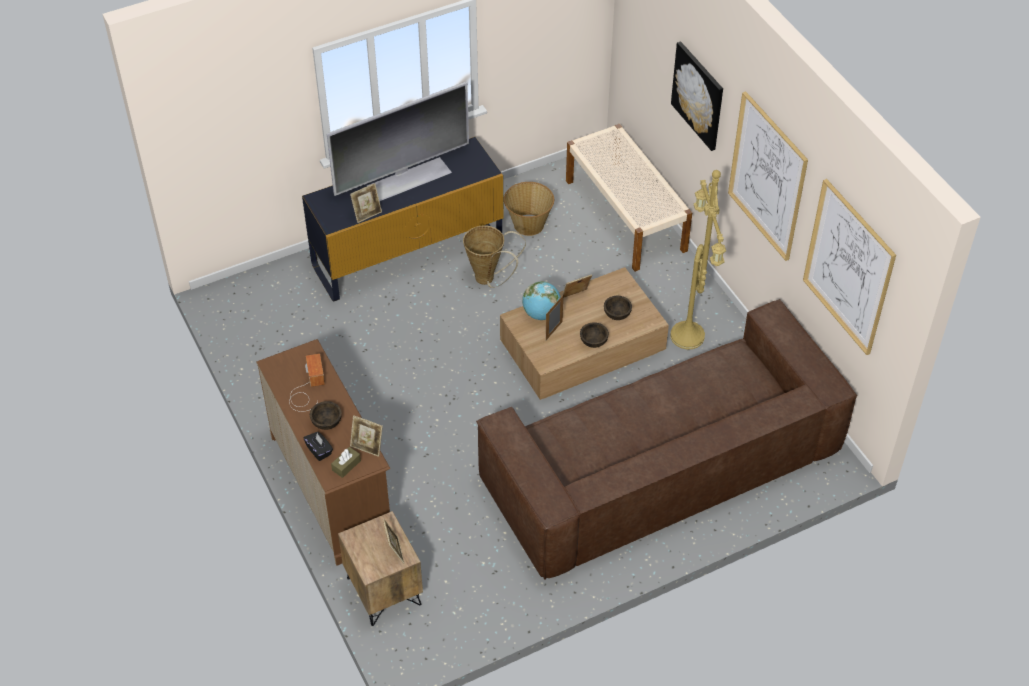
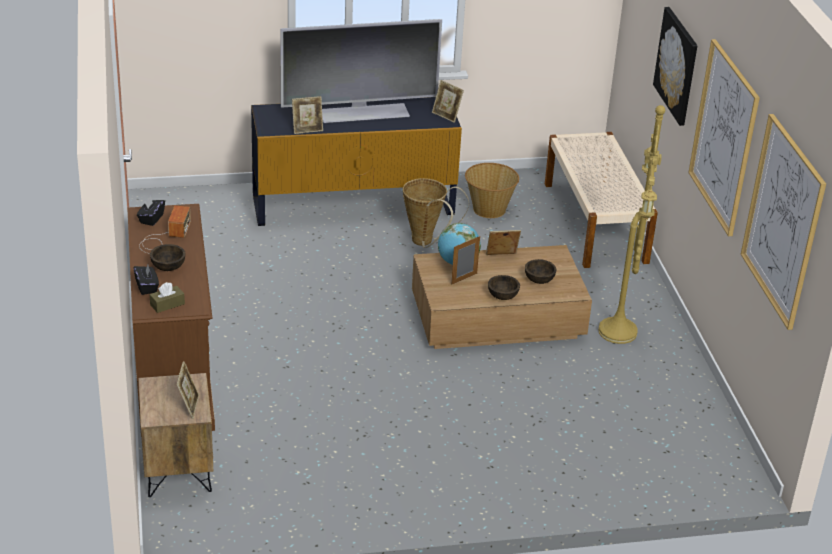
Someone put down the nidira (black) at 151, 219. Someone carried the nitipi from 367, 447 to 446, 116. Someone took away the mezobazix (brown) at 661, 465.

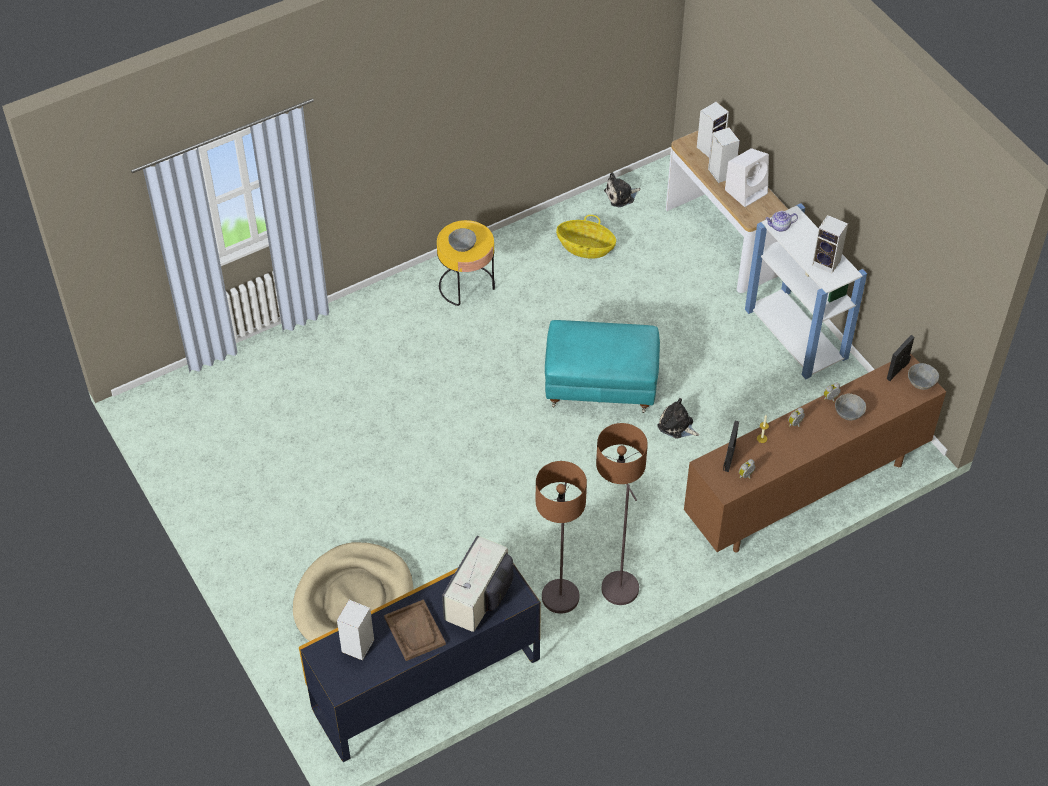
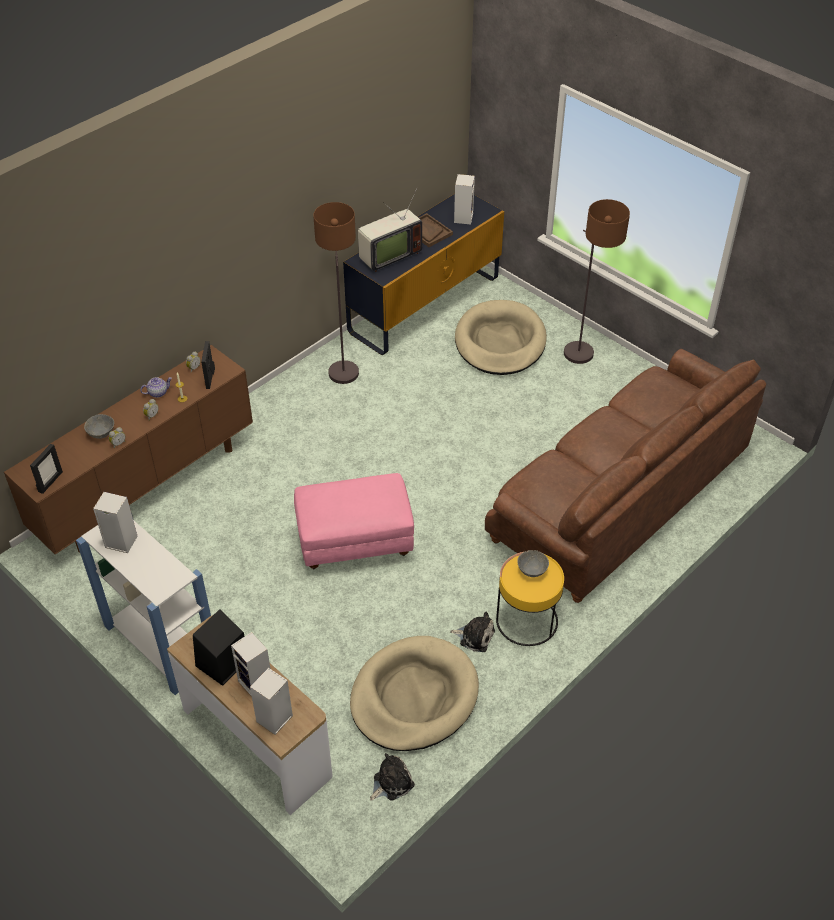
Someone carried the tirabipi from 780, 226 to 158, 392. Someone repainted the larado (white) at 746, 191, which became the larado (black) at 221, 664. Someone repainted the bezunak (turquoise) at 601, 386, which became the bezunak (pink) at 355, 544. Someone swapped the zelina at 585, 248 for the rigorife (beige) at 414, 697. Someone rotated the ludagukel at 480, 599 by 45 degrees clockwise. Someone carried the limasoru from 677, 426 to 475, 636. Someone put down the mezobazix (brown) at 619, 496. Someone carried the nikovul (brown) from 615, 580 to 584, 358. Someone took away the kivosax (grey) at 921, 383.

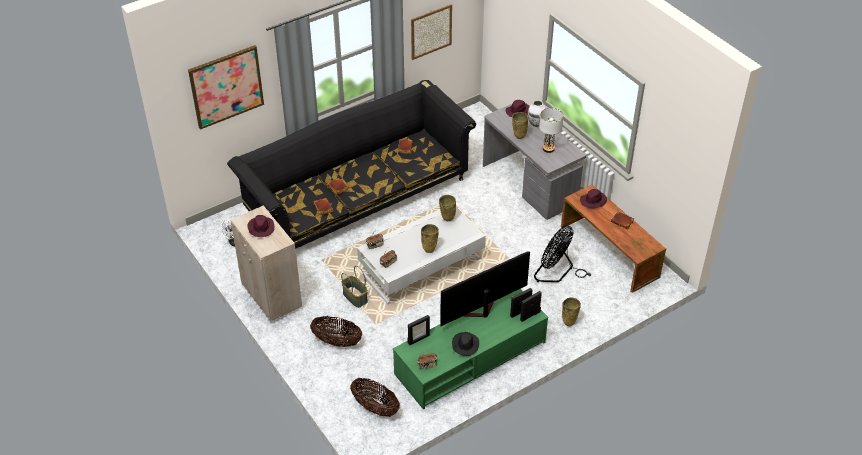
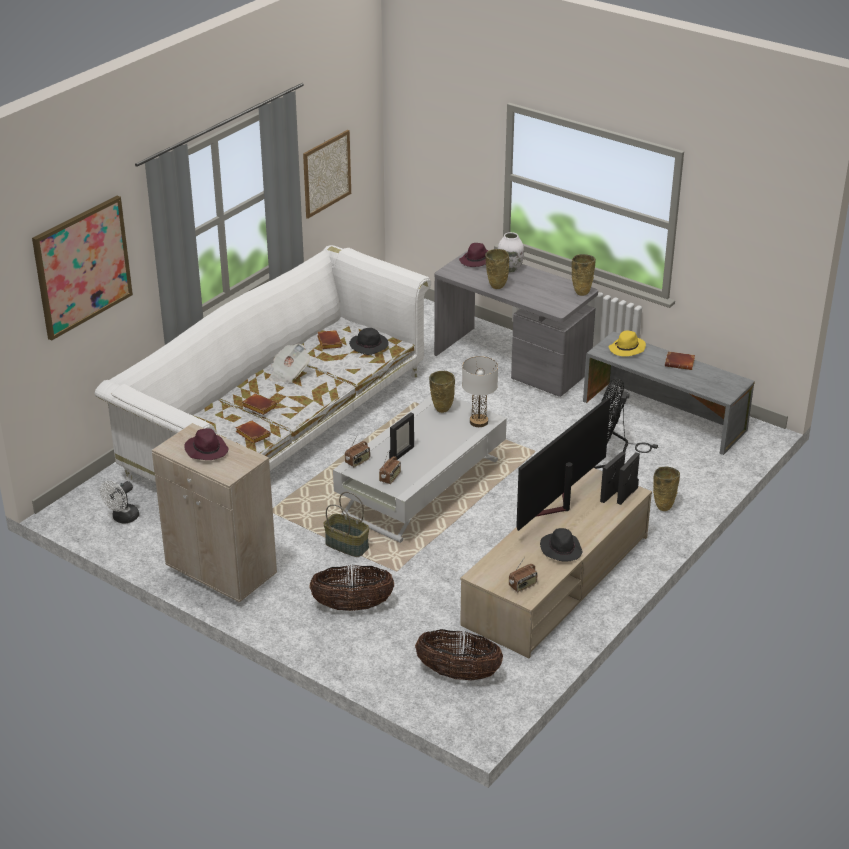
Someone repainted the mezobazix (black) at 357, 196, which became the mezobazix (white) at 278, 424. Someone put down the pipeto at 288, 373. Someone put down the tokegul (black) at 369, 346. Someone carried the nitipi from 418, 339 to 401, 453. Someone repainted the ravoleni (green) at 470, 358, which became the ravoleni (beige) at 556, 580. Someone carried the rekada from 548, 148 to 479, 422. Someone carried the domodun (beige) from 429, 249 to 581, 292. Someone repainted the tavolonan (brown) at 610, 251, which became the tavolonan (grey) at 665, 415. Someone repainted the tokegul (purple) at 593, 201, which became the tokegul (yellow) at 627, 349.

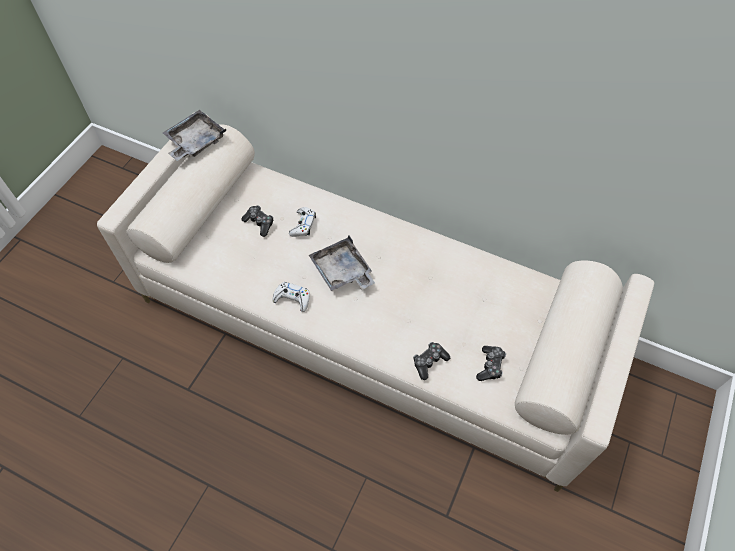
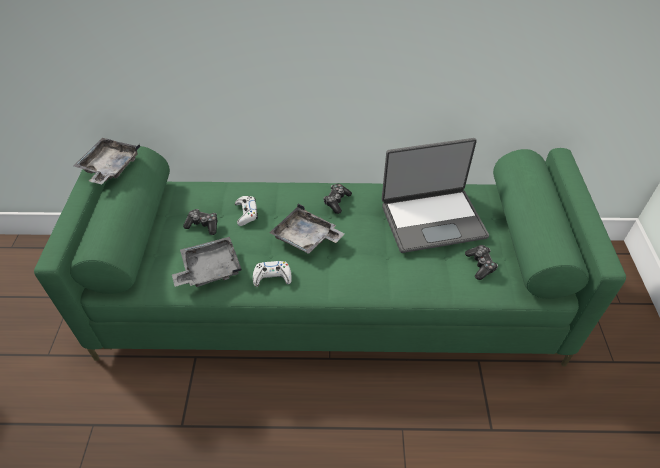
Someone repainted the mezobazix (beige) at 369, 327, which became the mezobazix (green) at 331, 298. Someone put down the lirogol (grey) at 209, 269. Someone carried the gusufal from 429, 362 to 336, 201. Someone put down the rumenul at 432, 219.

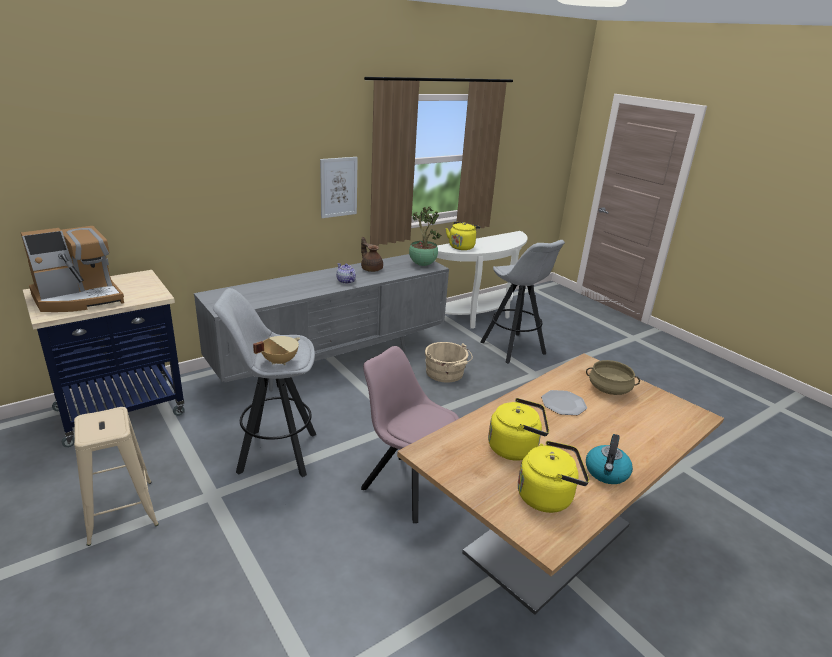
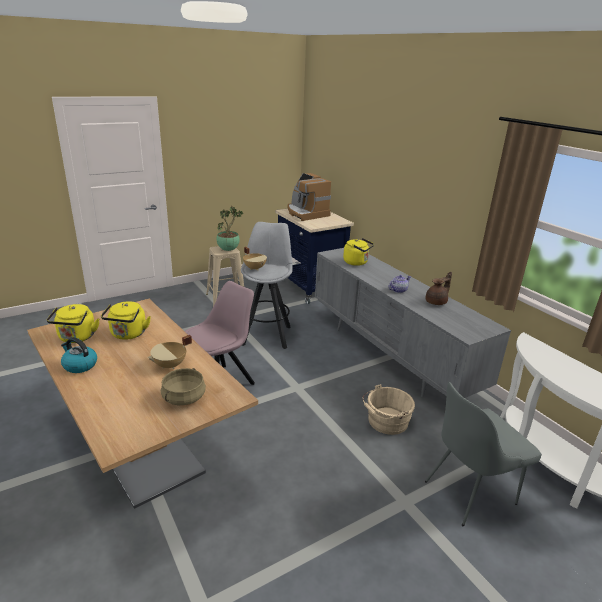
Someone swapped the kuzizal at 563, 404 for the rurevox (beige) at 170, 365. Someone carried the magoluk from 422, 264 to 228, 250. Someone carried the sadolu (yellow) from 462, 246 to 357, 262. Someone swapped the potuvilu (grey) at 513, 349 for the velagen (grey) at 469, 493. Someone took away the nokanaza at 338, 187.

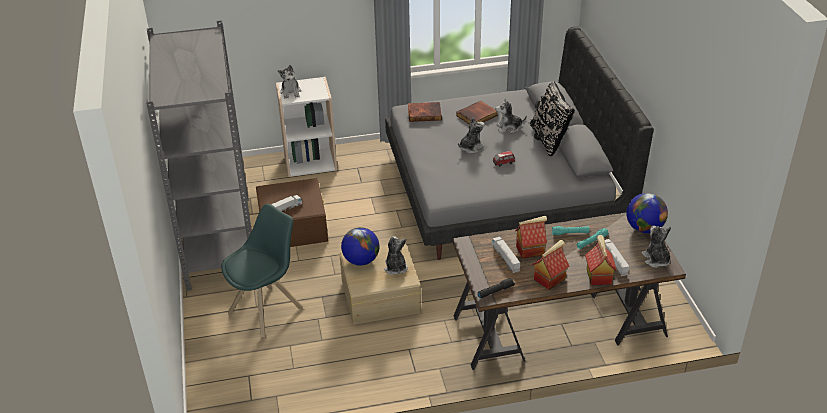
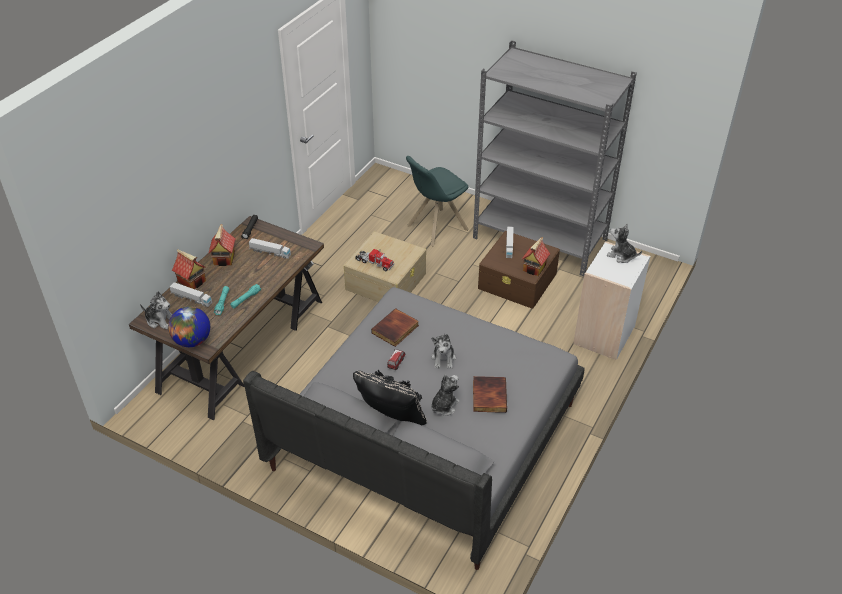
Someone swapped the limasoru at 395, 268 for the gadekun at 374, 263. Someone carried the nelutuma from 424, 113 to 395, 330. Someone rotated the velagen (turquoise) at 266, 310 by 60 degrees clockwise. Someone carried the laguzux from 530, 250 to 534, 268. Someone took away the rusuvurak at 361, 260.

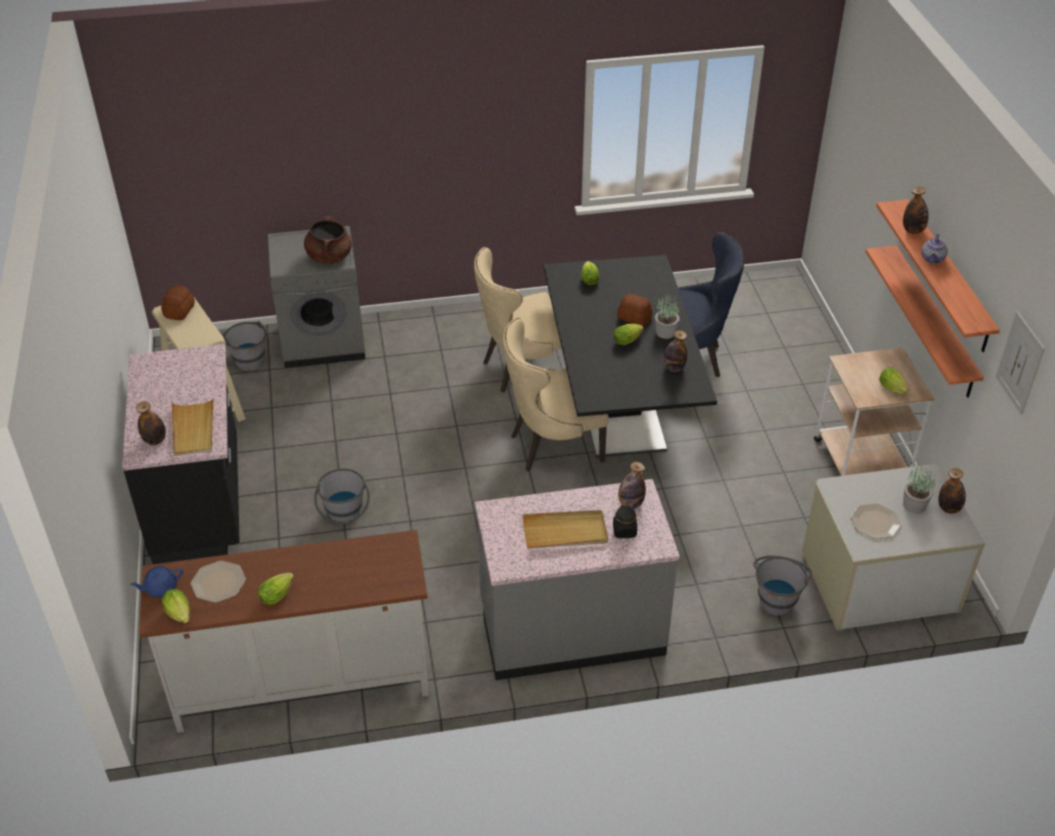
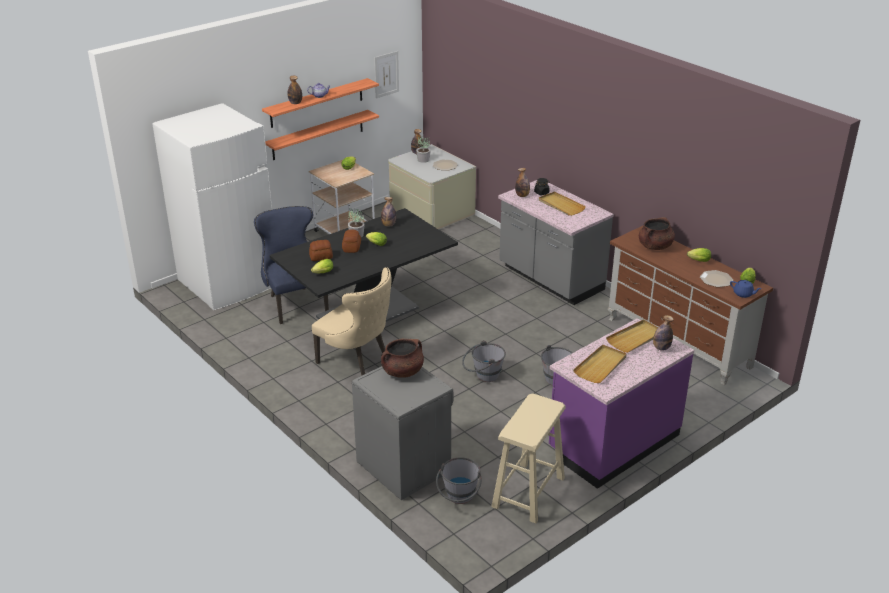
Someone put down the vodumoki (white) at 229, 282. Someone carried the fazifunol from 180, 310 to 320, 257. Someone carried the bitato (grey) from 777, 597 to 483, 376. Someone repainted the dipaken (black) at 200, 502, which became the dipaken (purple) at 613, 443. Someone put down the lirogol (beige) at 600, 366. Someone put down the rurevox (brown) at 655, 246. Someone took away the velagen (beige) at 552, 446.

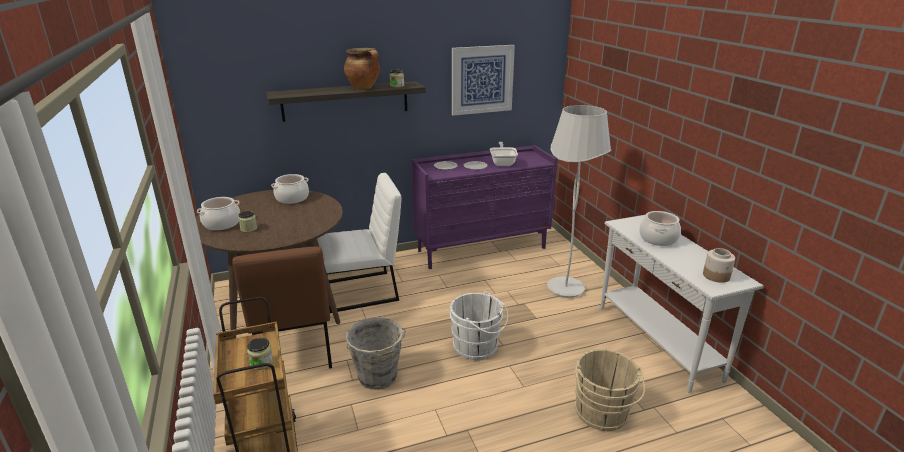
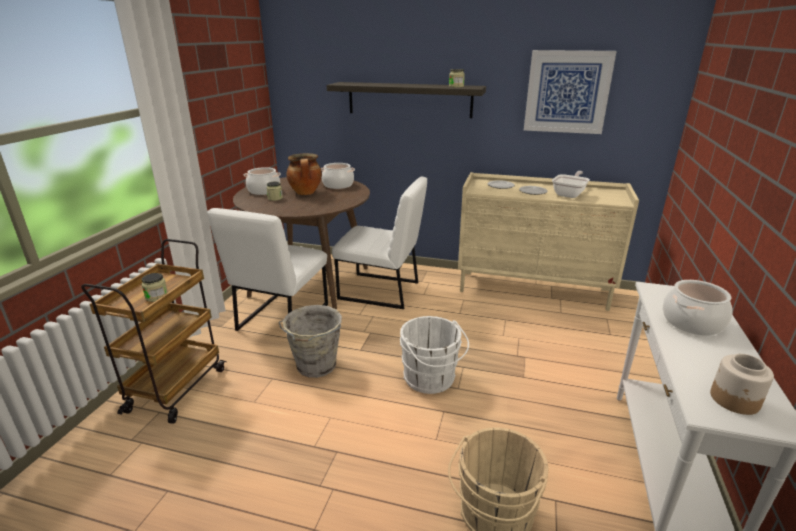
Someone repainted the velagen (brown) at 295, 350, which became the velagen (white) at 281, 318. Someone carried the rurevox from 364, 88 to 306, 193. Someone repainted the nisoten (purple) at 482, 249, which became the nisoten (beige) at 533, 290. Someone took away the nikovul (white) at 565, 288.

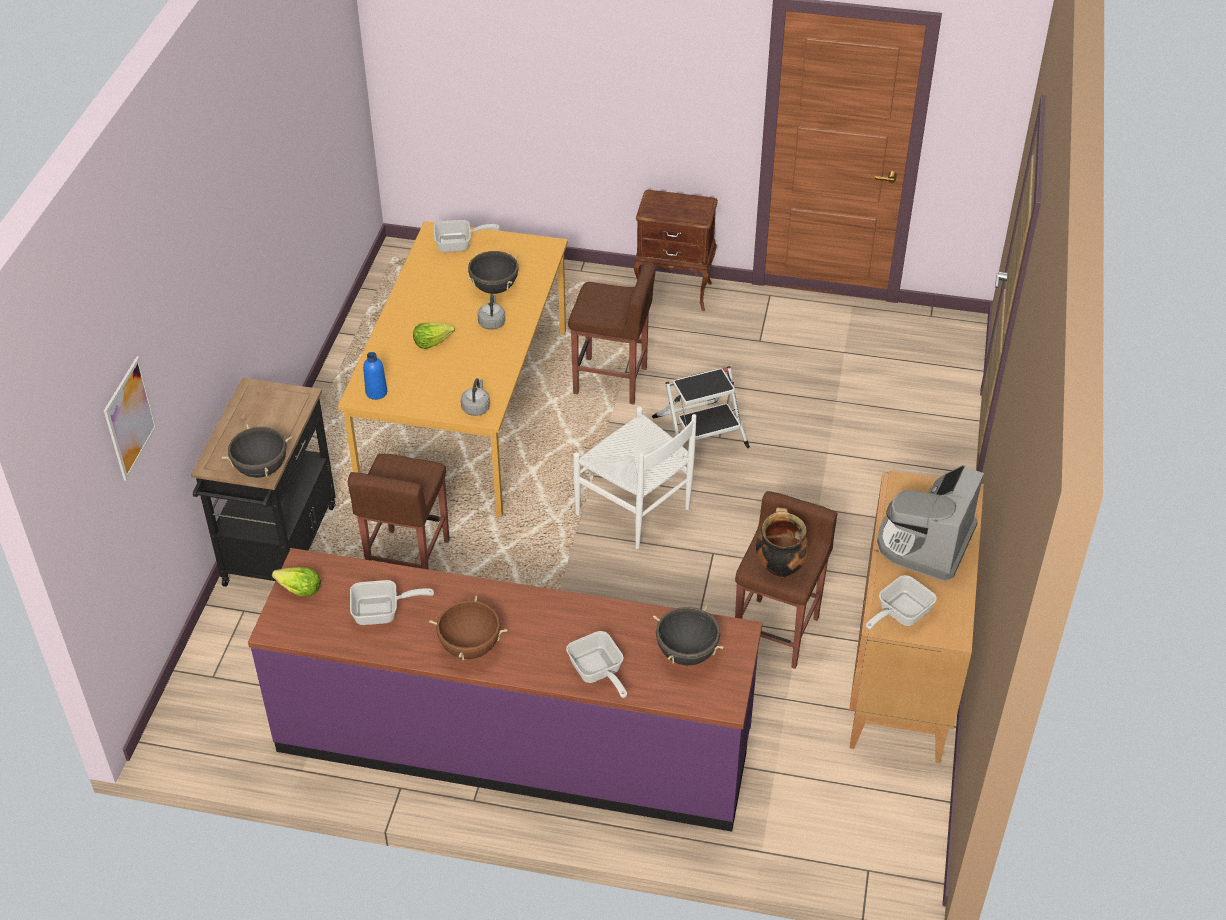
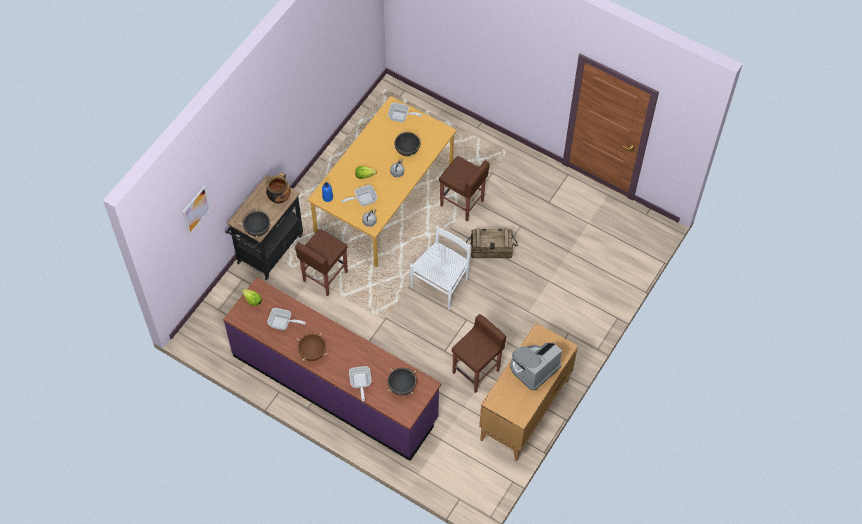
Someone carried the rurevox from 779, 566 to 279, 197. Someone carried the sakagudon from 899, 614 to 363, 200. Someone rotated the velagen (white) at 636, 510 by 120 degrees counterclockwise. Someone swapped the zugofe at 699, 433 for the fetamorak at 491, 249. Someone took away the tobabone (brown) at 674, 292.

